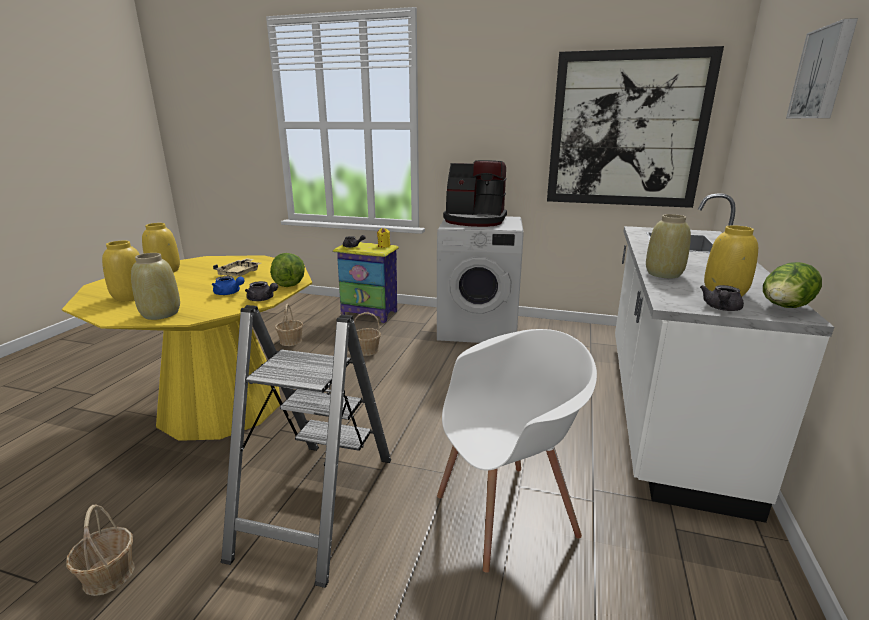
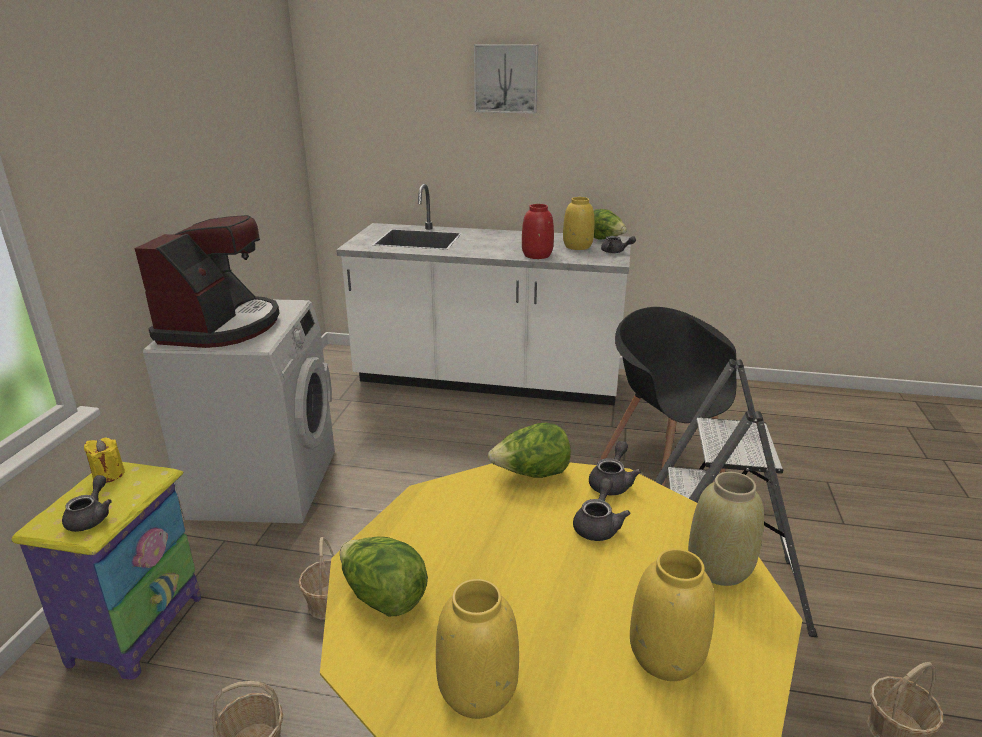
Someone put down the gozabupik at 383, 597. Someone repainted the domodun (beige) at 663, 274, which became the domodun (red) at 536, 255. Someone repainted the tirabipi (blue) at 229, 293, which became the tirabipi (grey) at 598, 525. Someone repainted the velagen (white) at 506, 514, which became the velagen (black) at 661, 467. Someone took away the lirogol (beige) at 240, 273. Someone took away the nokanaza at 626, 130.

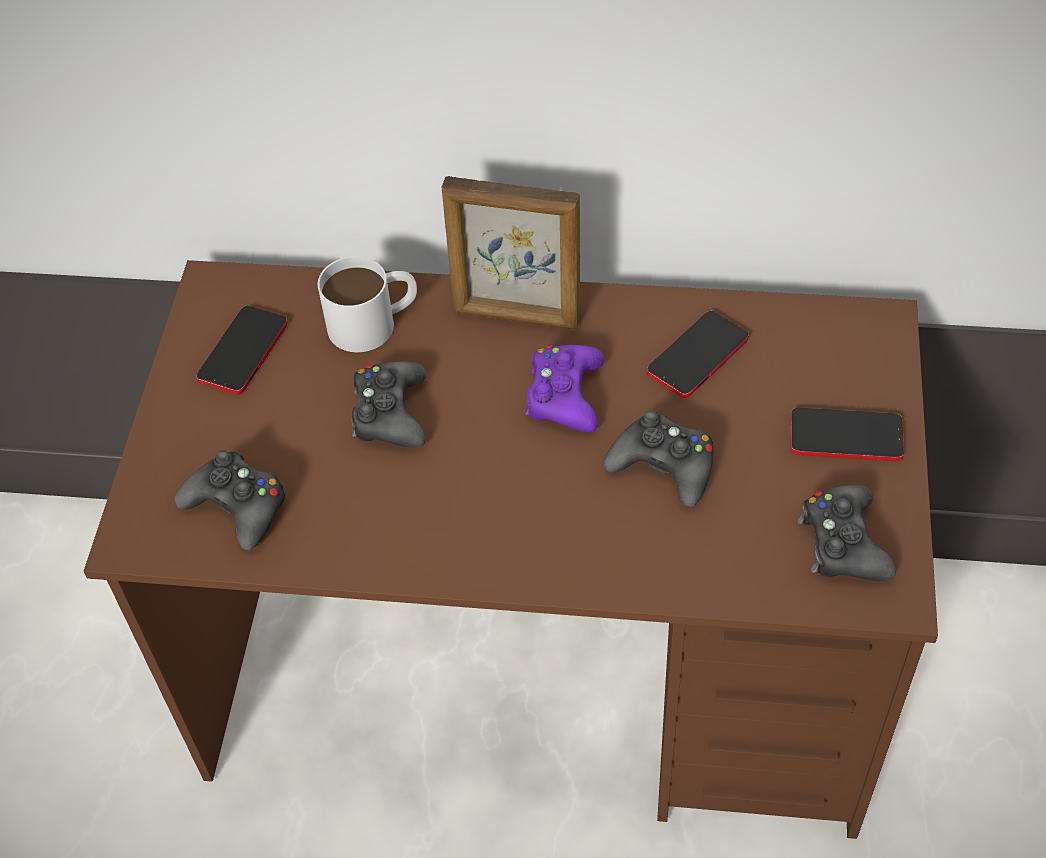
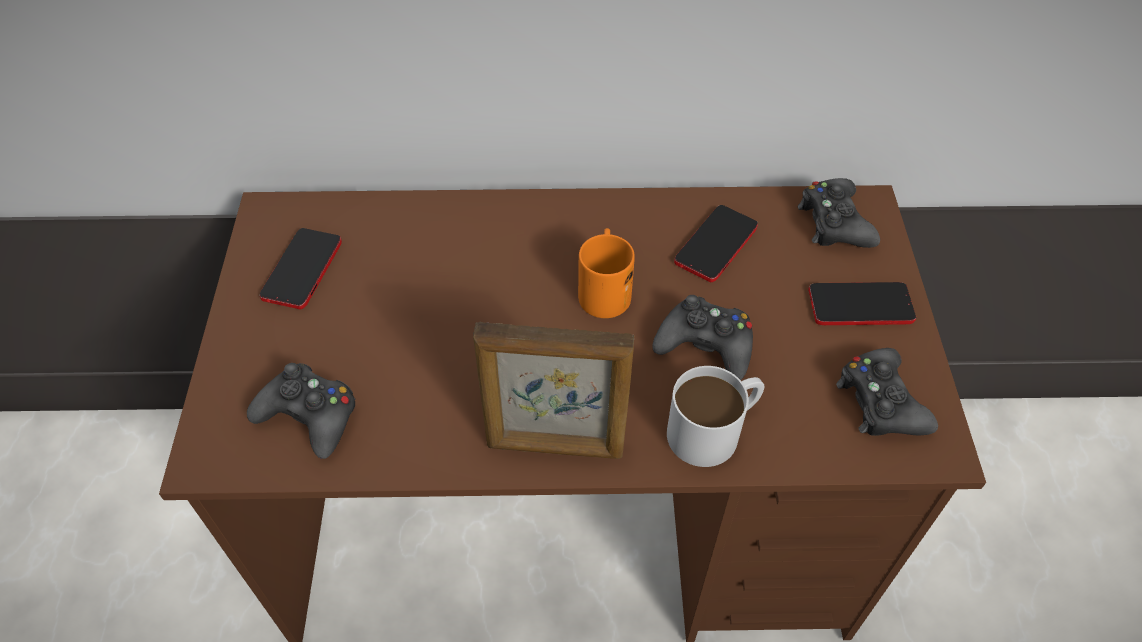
Someone carried the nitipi from 516, 316 to 555, 446. Someone swapped the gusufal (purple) at 564, 396 for the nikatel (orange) at 604, 288. Someone carried the nikatel (white) from 374, 322 to 715, 428. Someone carried the gusufal (black) from 390, 414 to 834, 223.

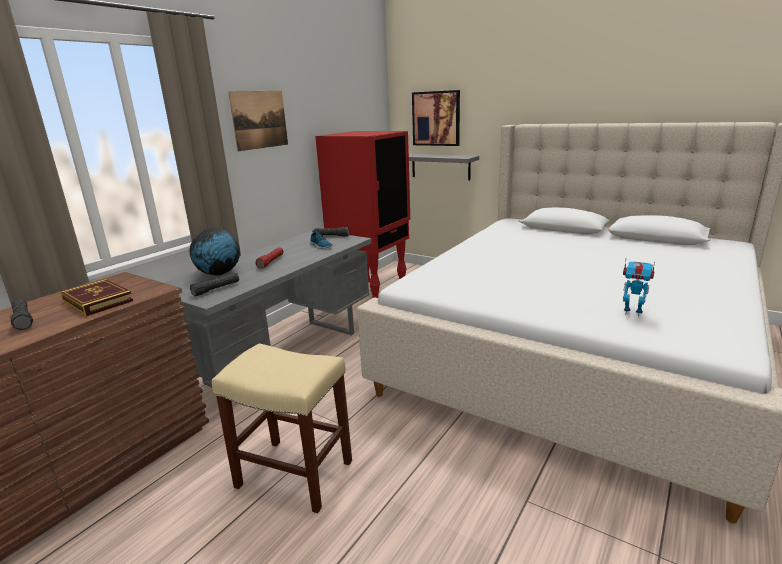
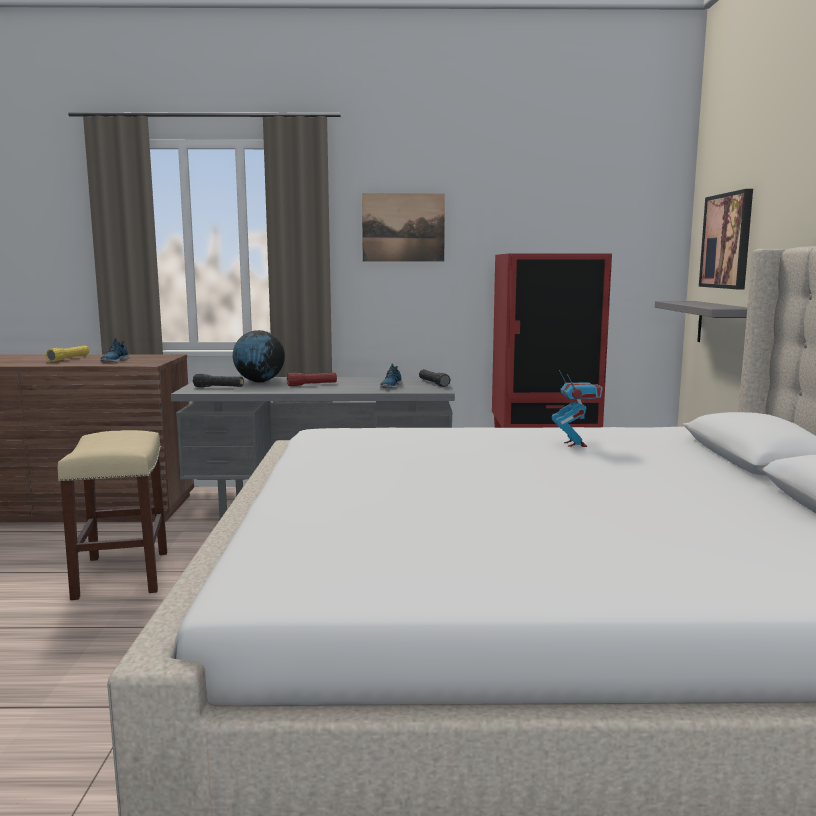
Someone repainted the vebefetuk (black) at 23, 320, which became the vebefetuk (yellow) at 69, 359. Someone swapped the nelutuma at 98, 301 for the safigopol at 114, 361. Someone carried the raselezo from 632, 313 to 575, 444.

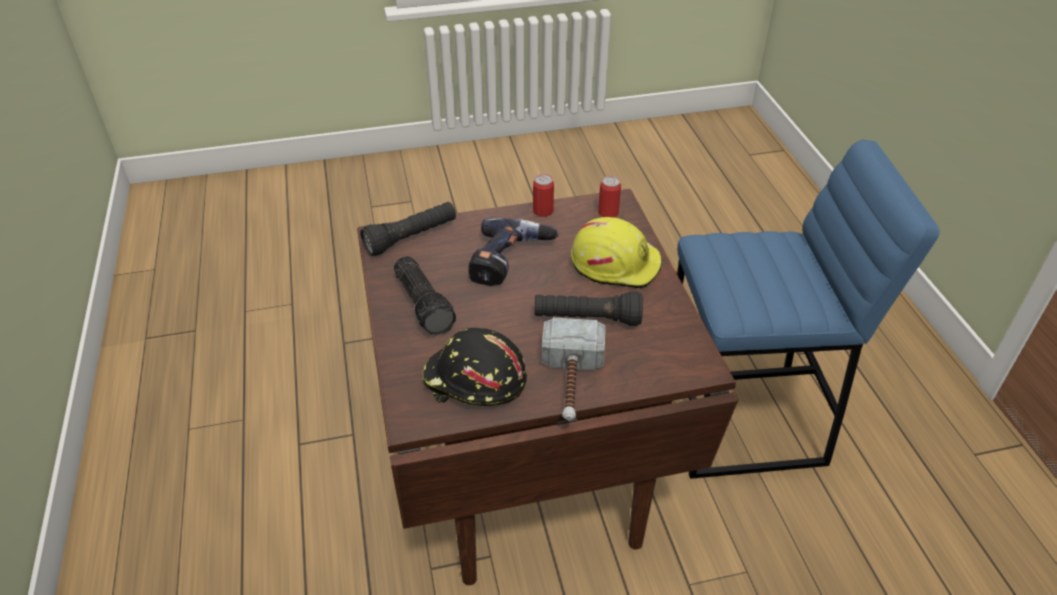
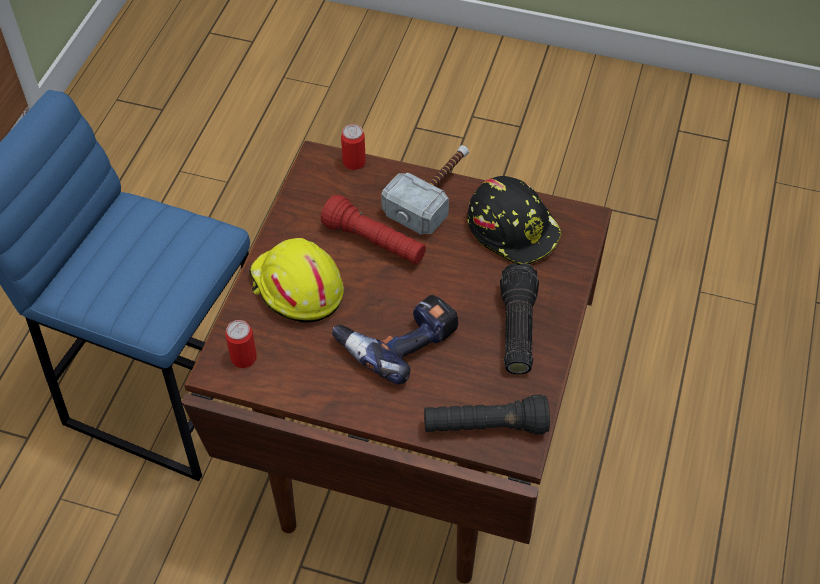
Someone repainted the vebefetuk (black) at 587, 319, which became the vebefetuk (red) at 374, 242. Someone carried the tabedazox from 543, 211 to 354, 162.

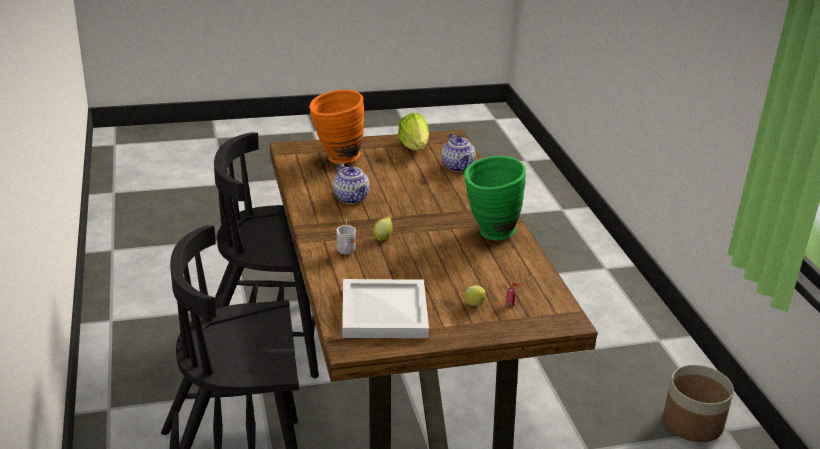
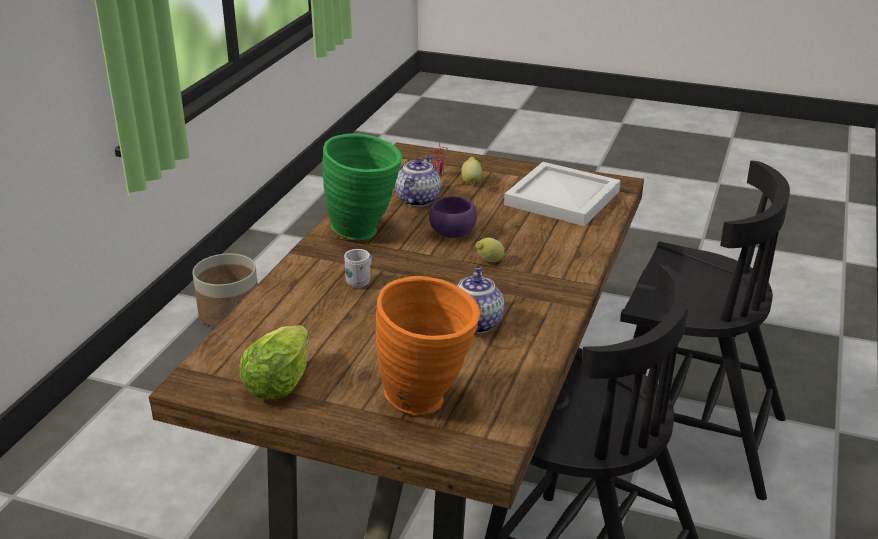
Someone carried the nikatel (white) from 345, 252 to 360, 281. Someone carried the tirabipi from 458, 167 to 417, 199. Someone put down the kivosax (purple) at 452, 232.

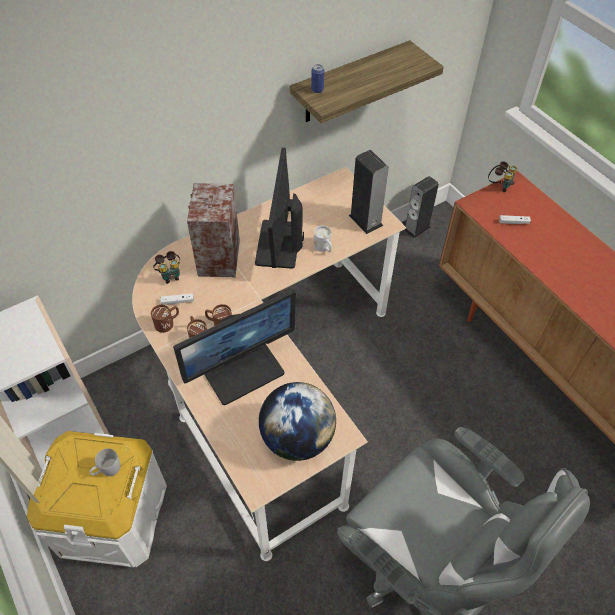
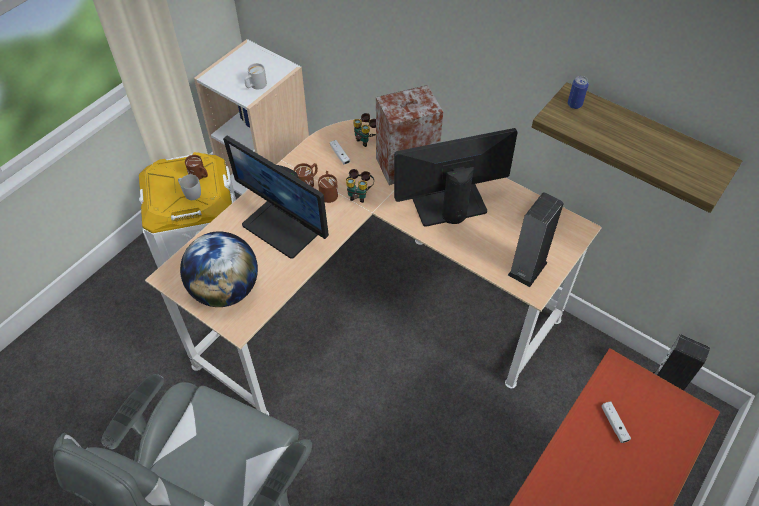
Someone carried the nikatel (brown) from 168, 323 to 200, 176. Someone carried the nikatel (white) from 324, 248 to 255, 86. Someone carried the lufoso from 499, 185 to 359, 194.

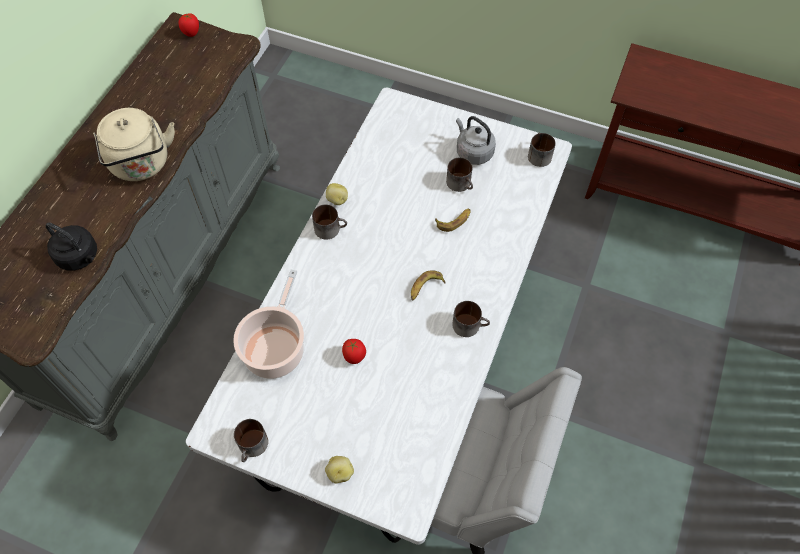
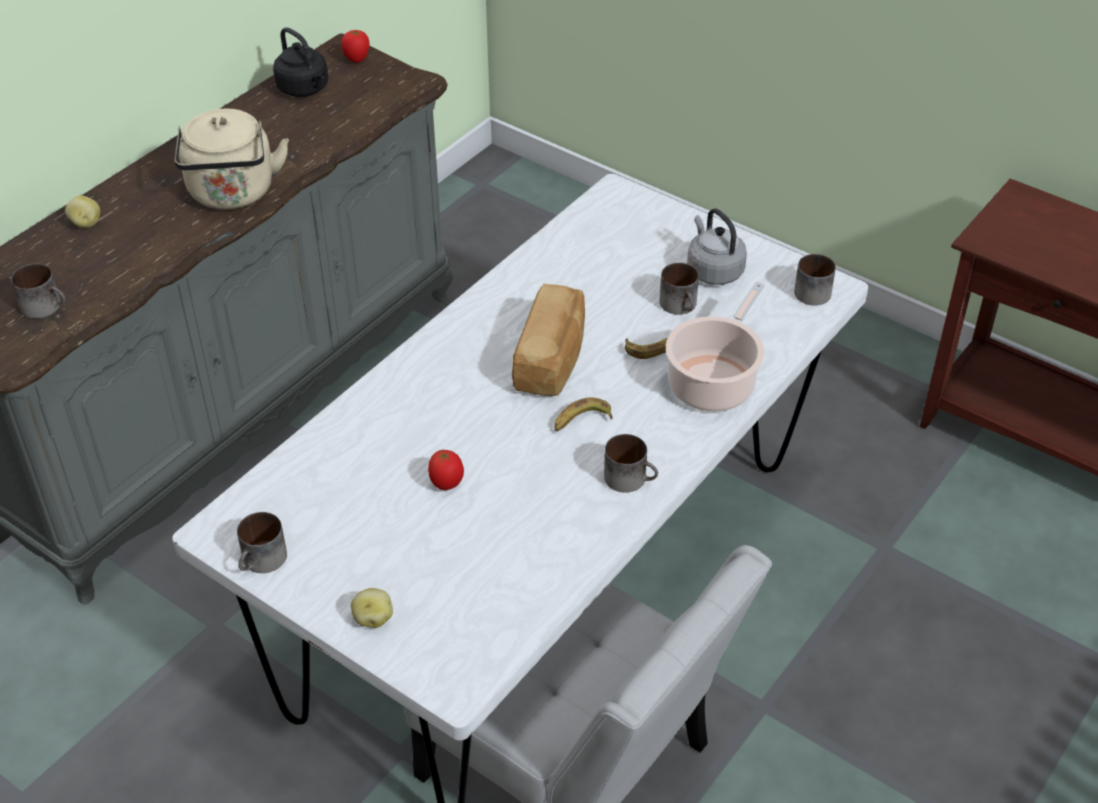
Someone carried the nikatel from 330, 228 to 46, 306. Someone carried the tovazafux from 337, 200 to 85, 223. Someone carried the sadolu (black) from 80, 257 to 305, 89. Someone put down the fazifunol at 552, 359. Someone carried the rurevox from 275, 348 to 714, 382.

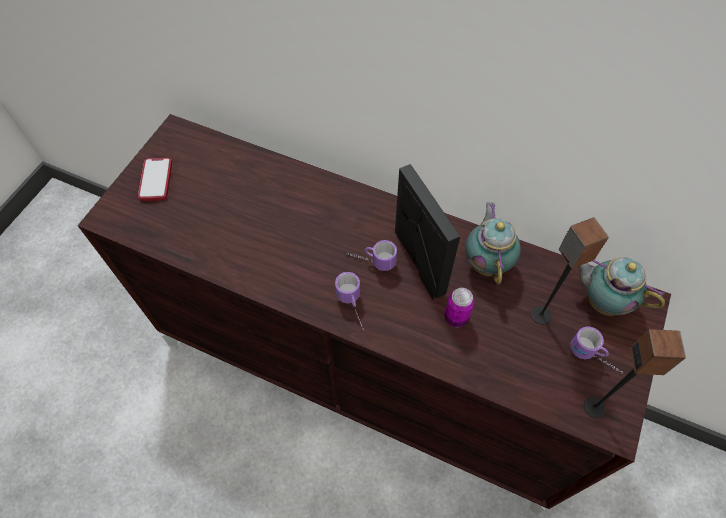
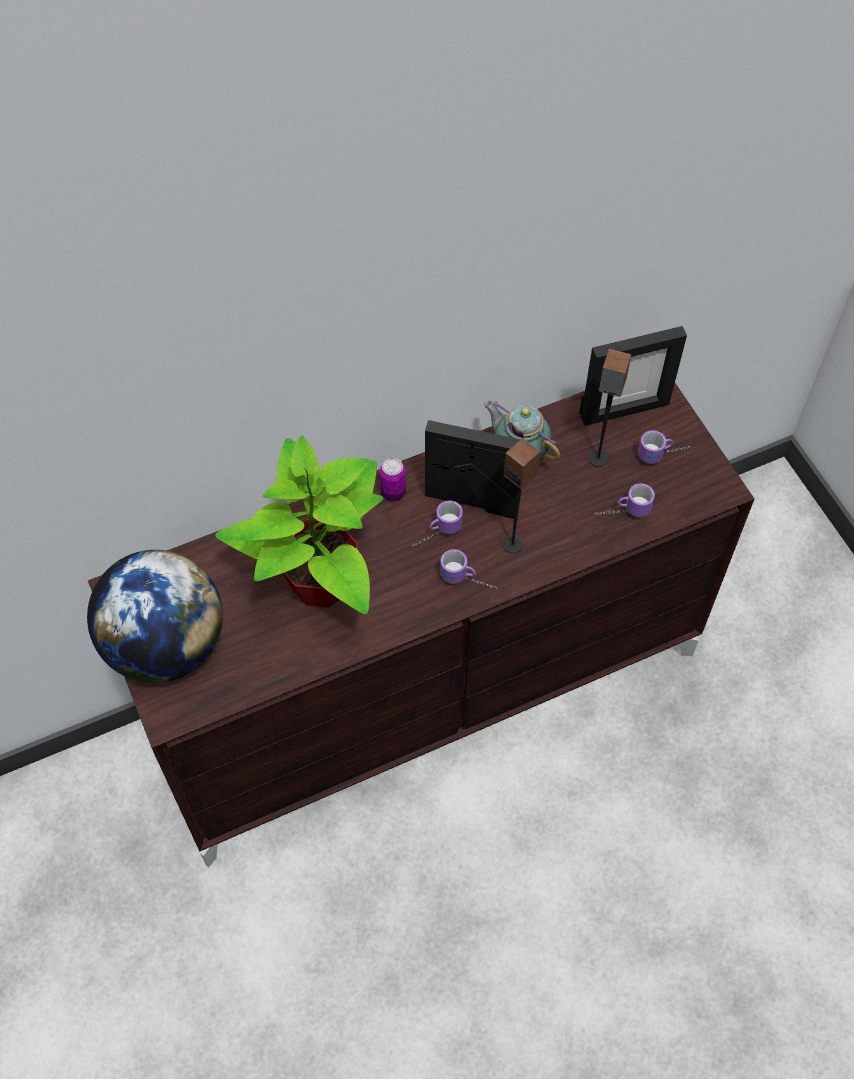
Someone swapped the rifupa at 156, 180 for the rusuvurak at 166, 645. Someone put down the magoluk at 320, 584. Someone carried the tabedazox from 456, 317 to 393, 492. Someone carried the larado from 595, 407 to 513, 544. Someone swapped the tirabipi at 601, 300 for the nitipi at 624, 409. Someone put down the nikatel at 622, 512.

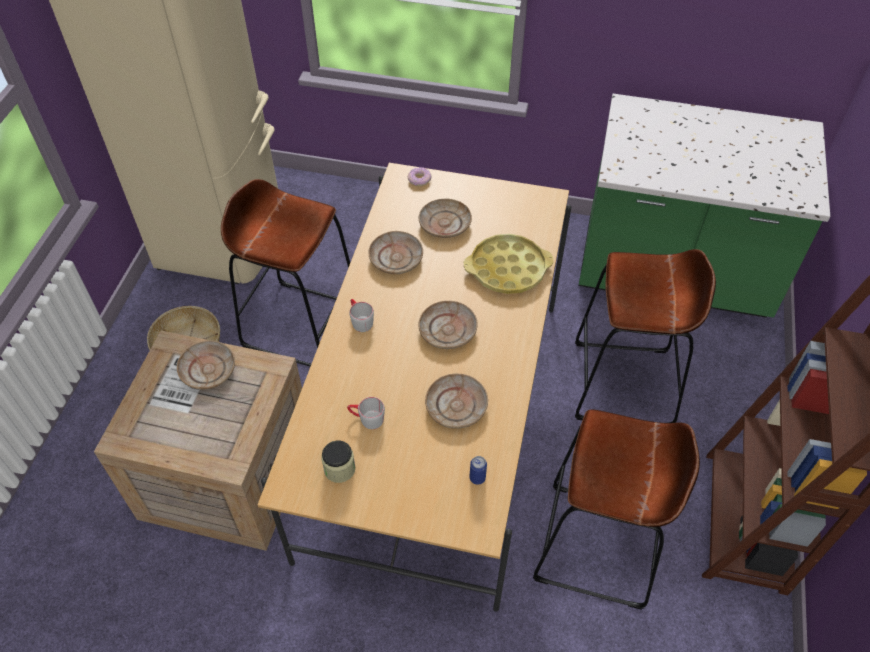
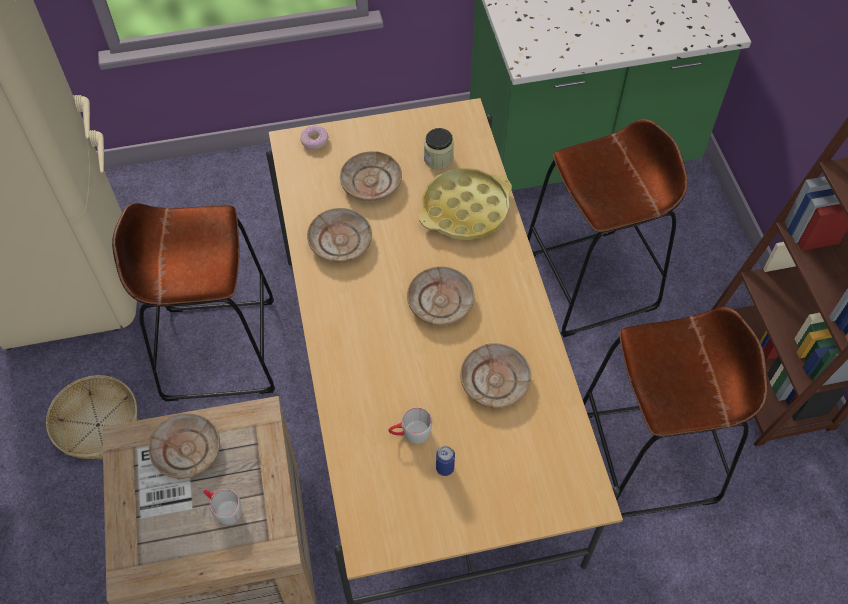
Someone carried the nikatel (grey) from 360, 320 to 223, 509. Someone carried the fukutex from 339, 469 to 438, 158. Someone carried the tabedazox from 477, 478 to 445, 468.

